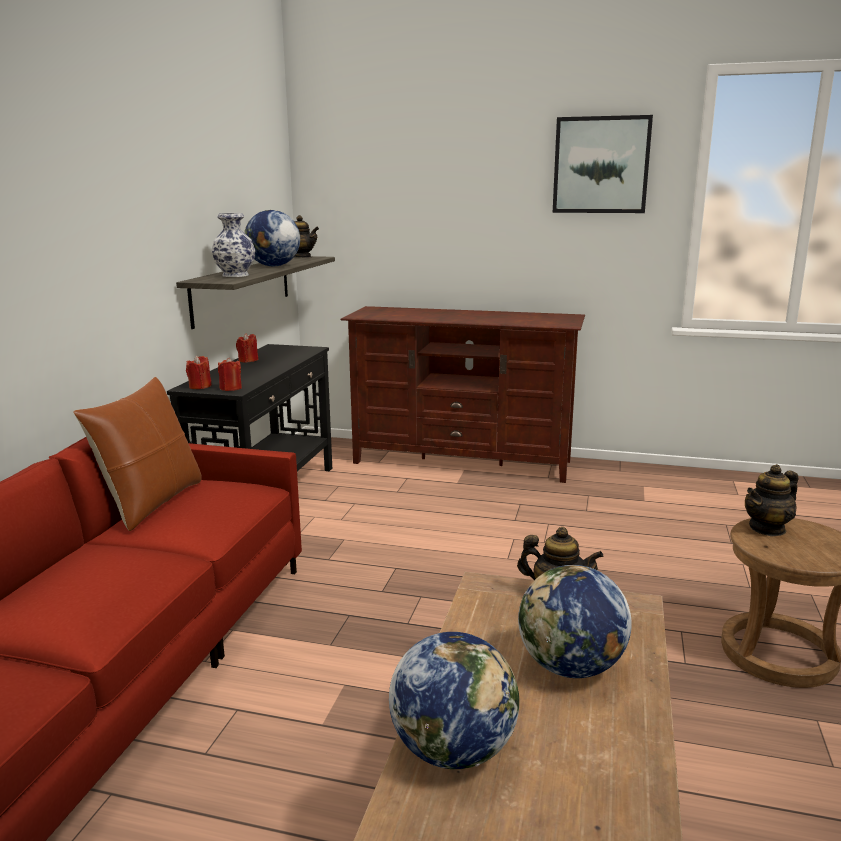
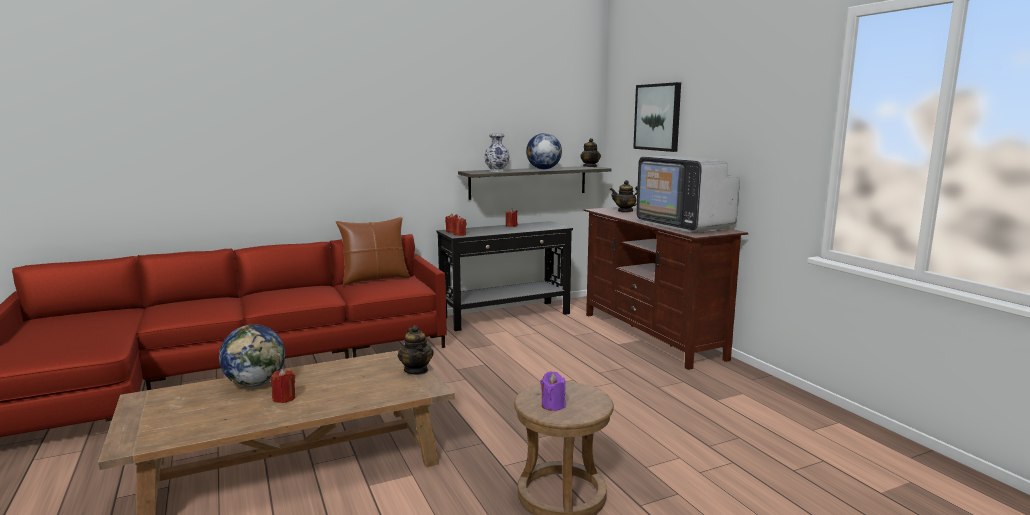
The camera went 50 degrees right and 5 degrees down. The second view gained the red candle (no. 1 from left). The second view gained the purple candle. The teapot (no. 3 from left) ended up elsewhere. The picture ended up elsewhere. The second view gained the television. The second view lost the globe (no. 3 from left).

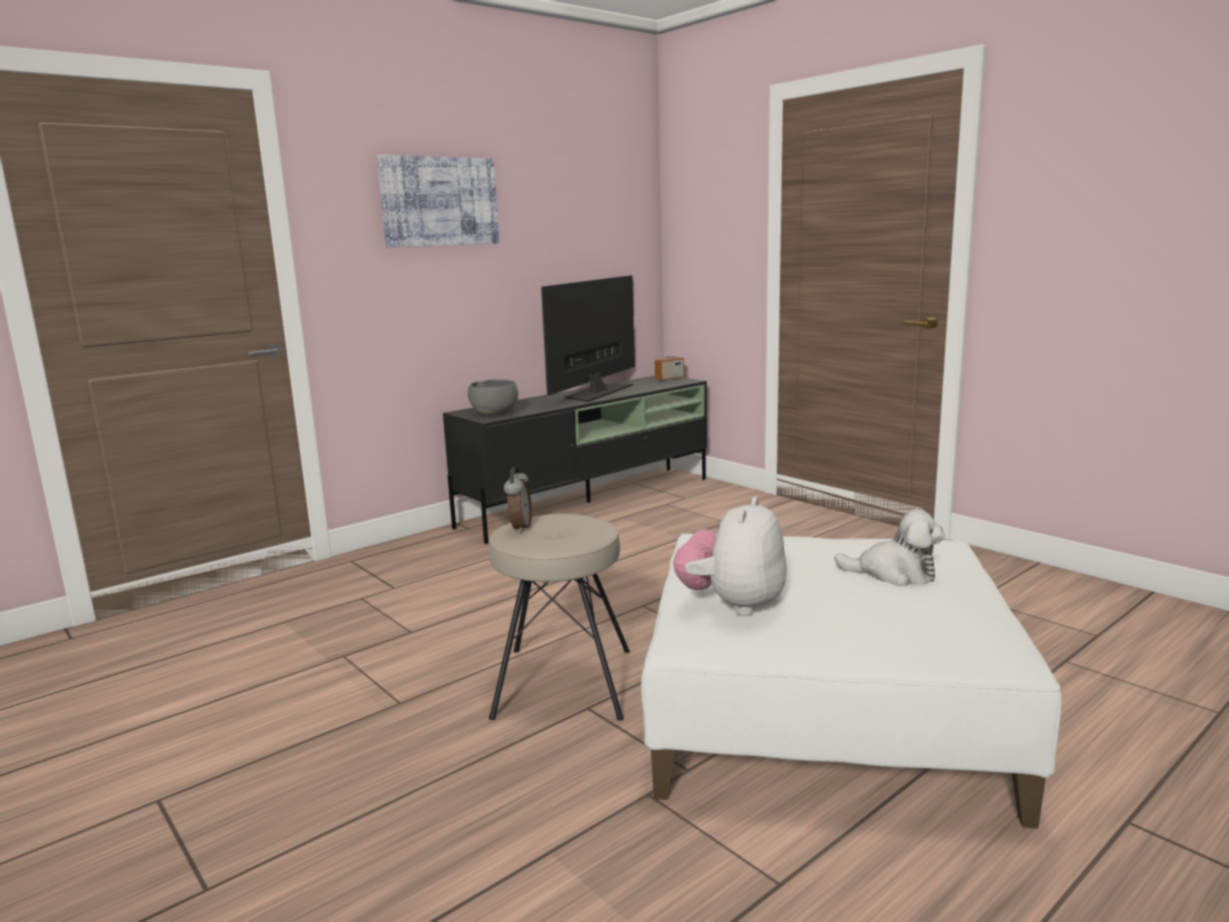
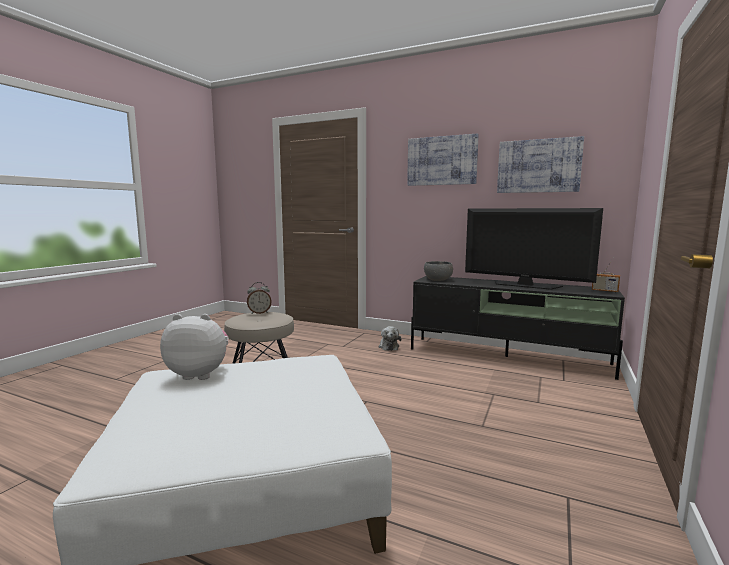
The camera went 65 degrees right and 5 degrees down. The plush toy (no. 2 from left) ended up elsewhere. The television ended up facing another way, 150 degrees counterclockwise from before. The second view gained the picture (no. 2 from left).

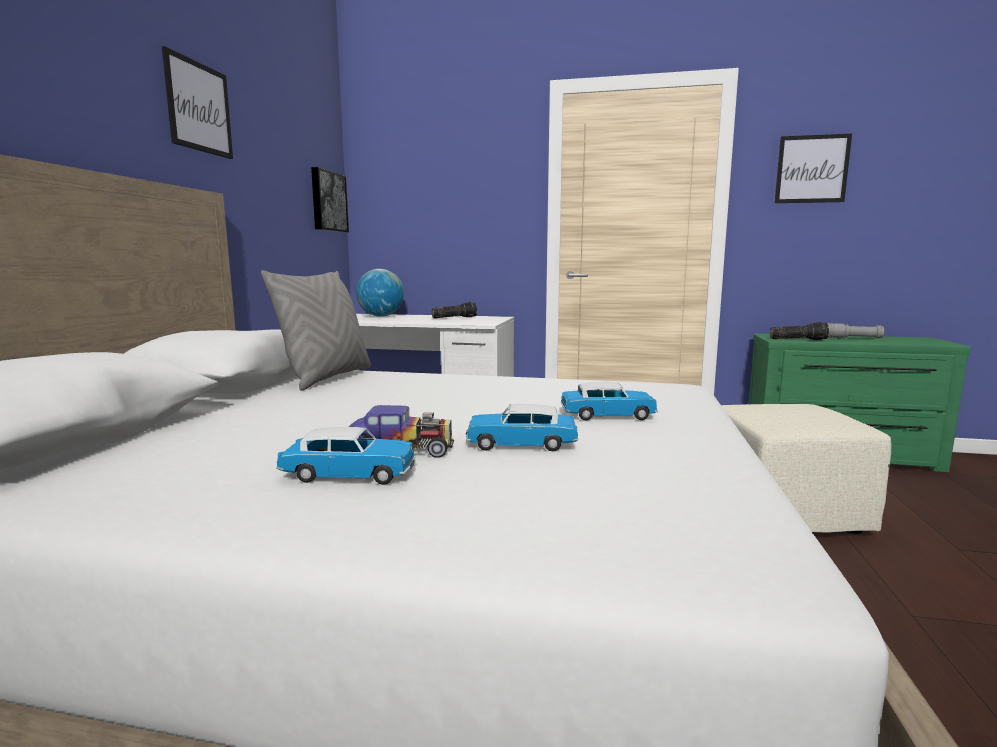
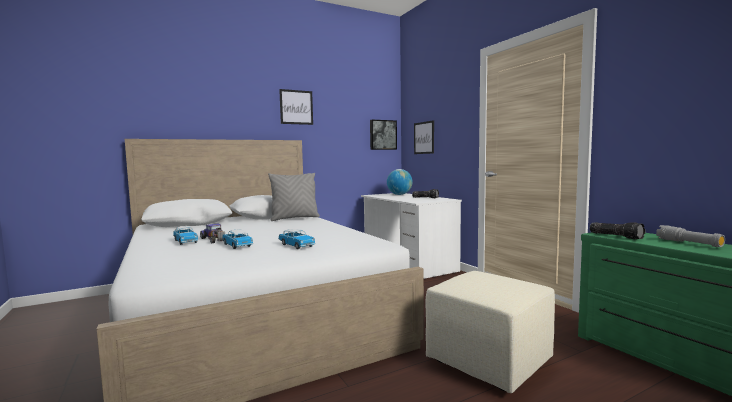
The camera went 50 degrees right and 5 degrees down. The picture (no. 3 from left) ended up elsewhere.

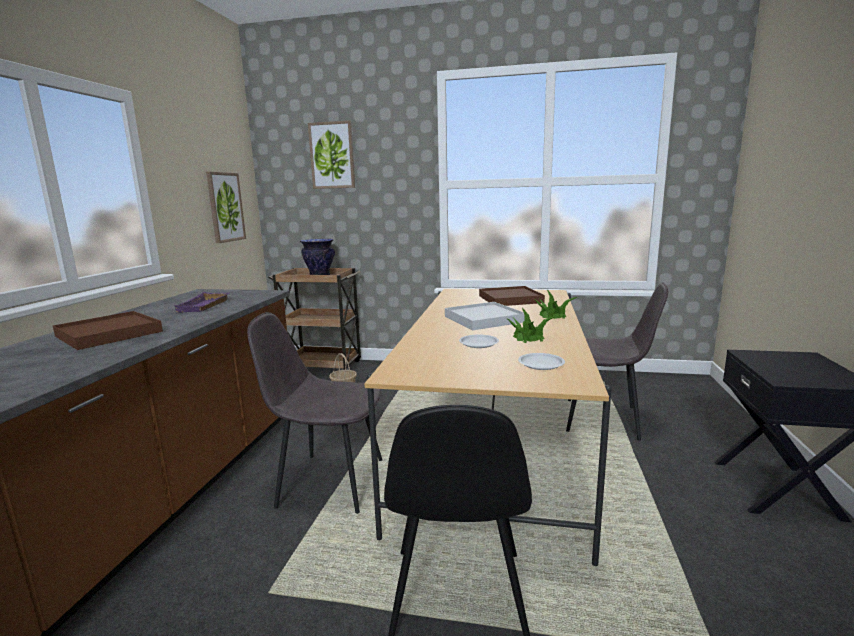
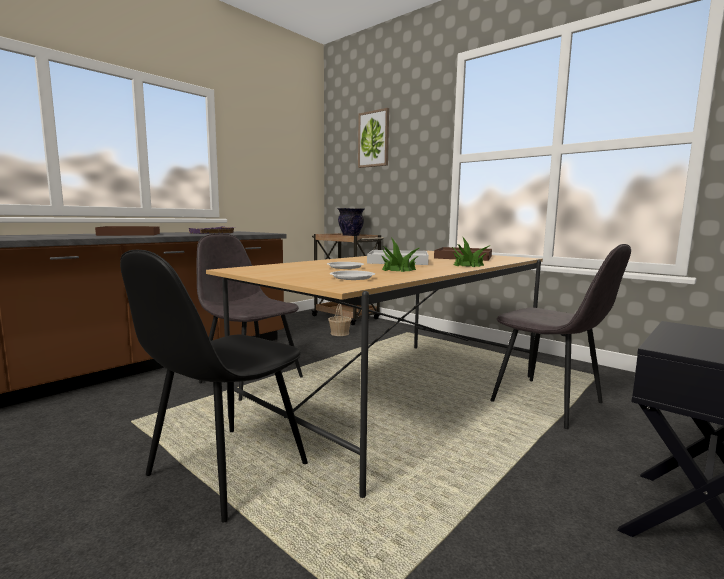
The camera went 30 degrees right and 5 degrees down. The second view lost the picture (no. 1 from left).

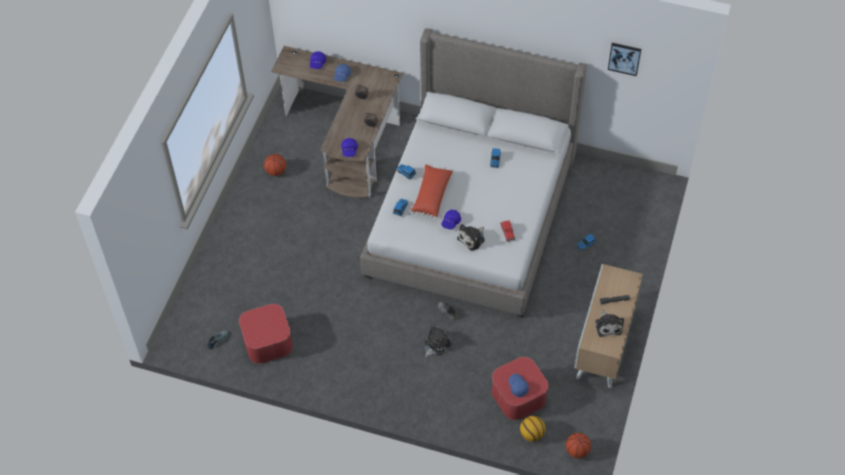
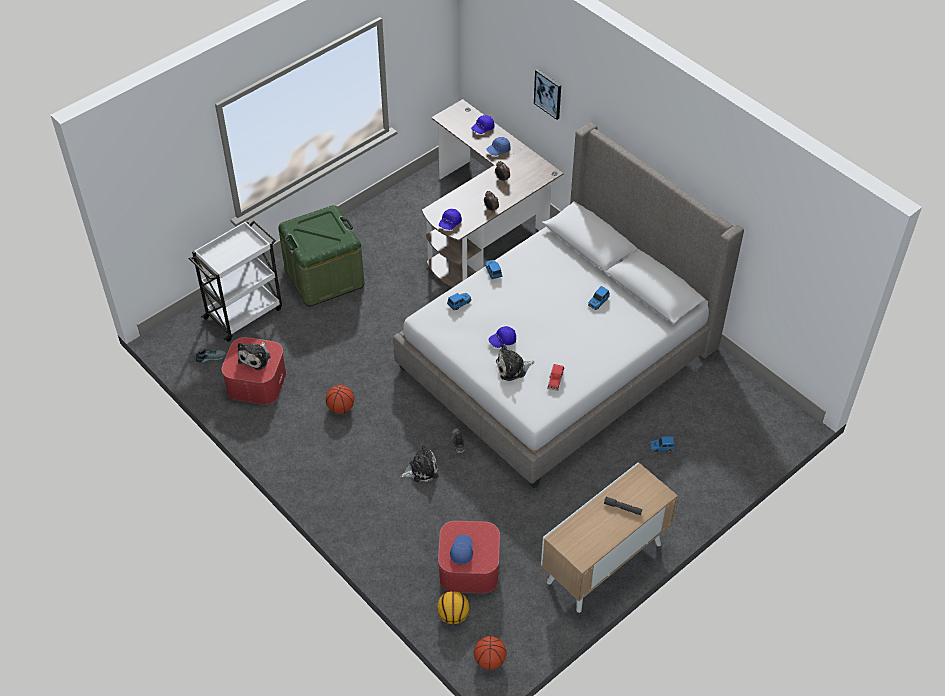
The camera went 30 degrees right and 5 degrees down. The second view gained the white cart. The plush toy (no. 3 from left in the first image) ended up elsewhere. The second view gained the green storage box. The basketball (no. 1 from left) ended up elsewhere. The picture ended up elsewhere. The second view lost the red pillow.

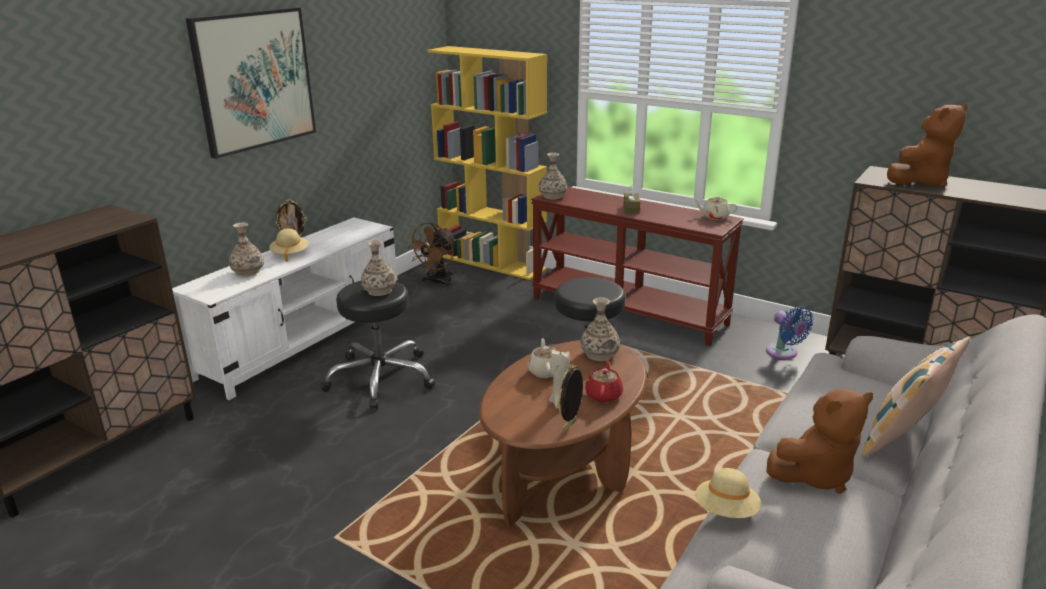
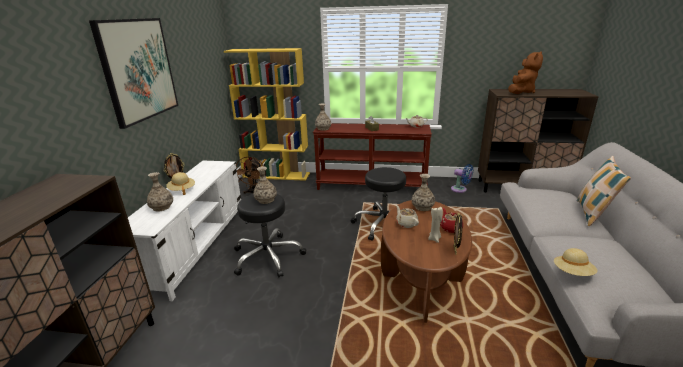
The camera went 25 degrees left and 0 degrees up. The second view lost the brown plush toy (no. 1 from left).

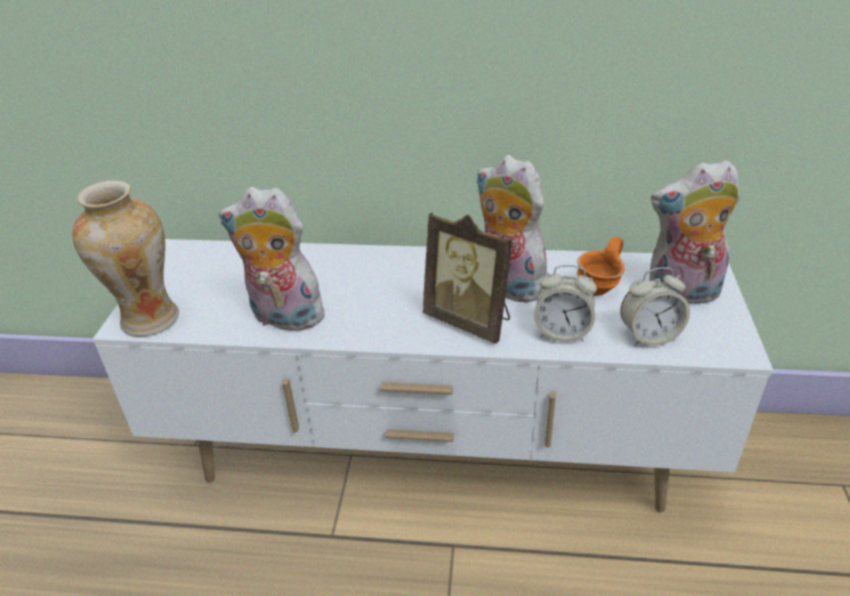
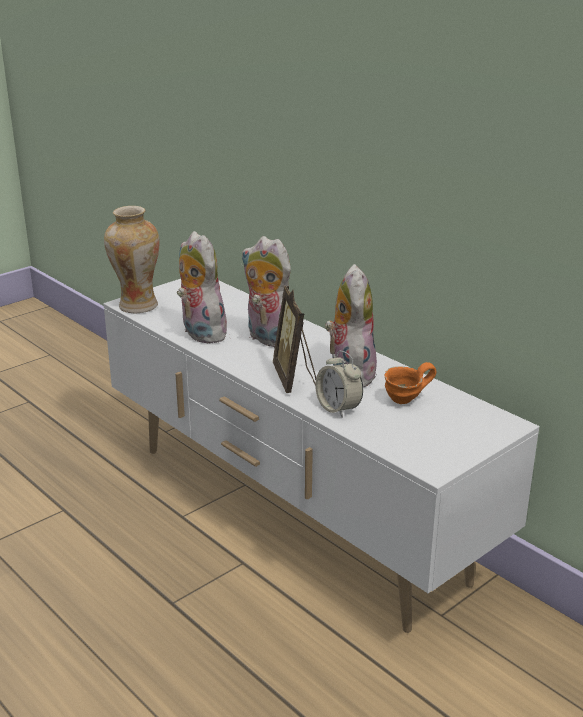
The camera went 40 degrees right and 10 degrees down. The plush toy (no. 3 from left in the first image) ended up elsewhere. The second view lost the alarm clock (no. 2 from left).

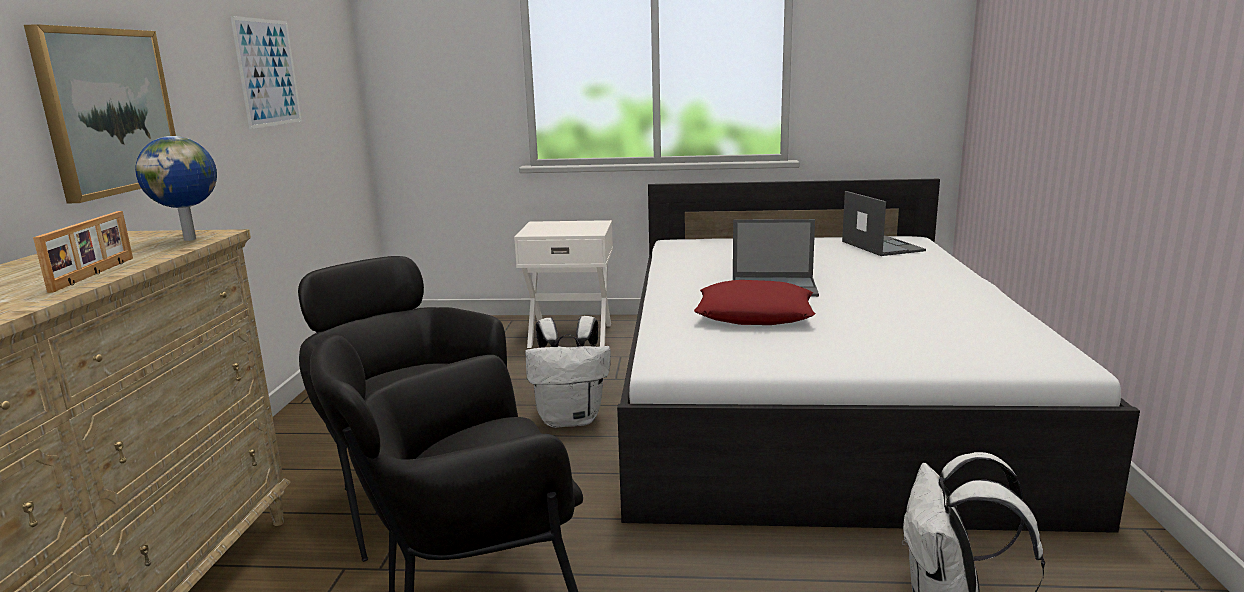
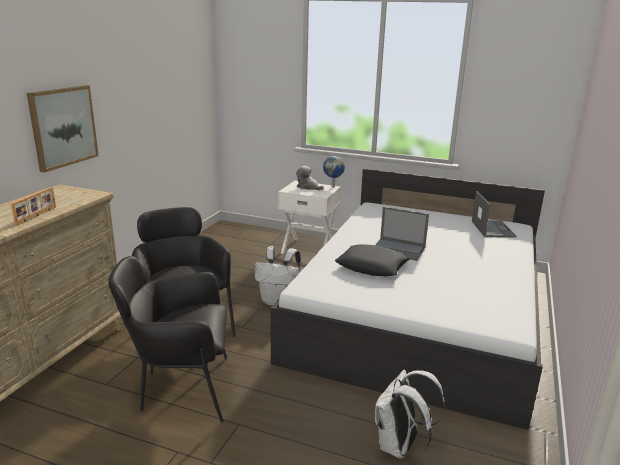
The camera went 15 degrees right and 5 degrees up. The second view gained the plush toy. The globe ended up elsewhere. What was the red pillow turned into the black pillow. The second view lost the picture (no. 2 from left).

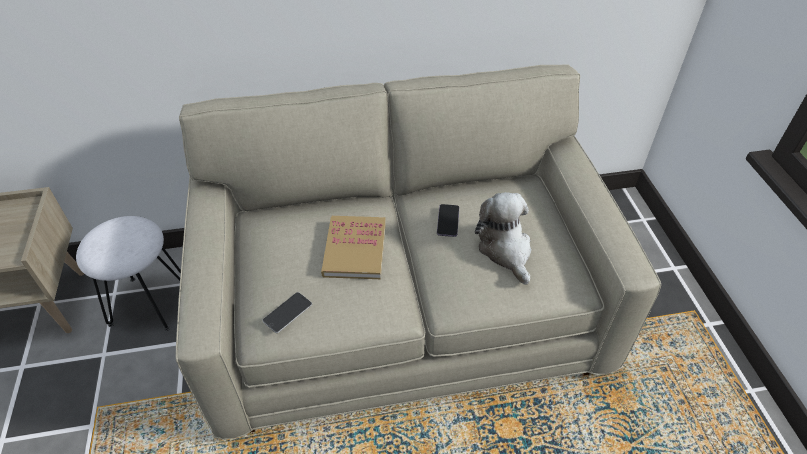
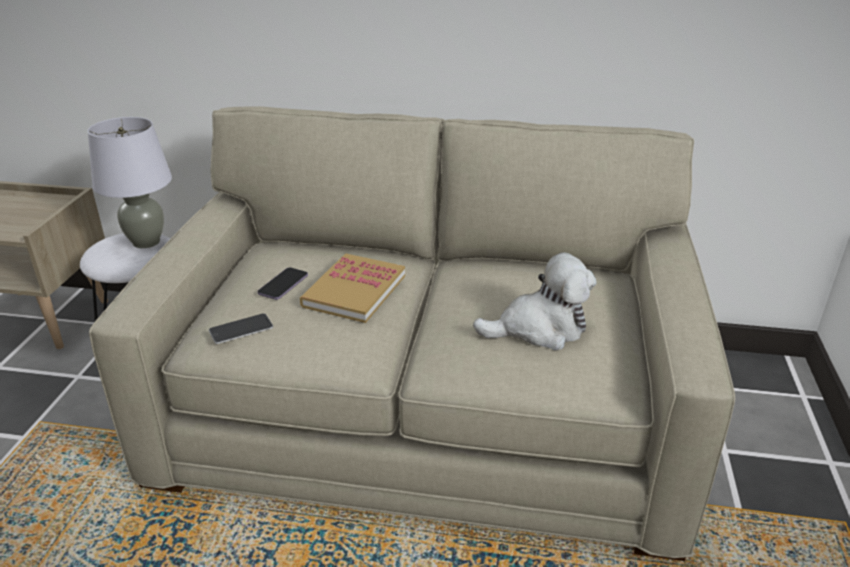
The camera went 20 degrees right and 15 degrees down. The second view gained the grey table lamp. The phone (no. 2 from left) ended up elsewhere. The plush toy ended up facing another way, 75 degrees clockwise from before.

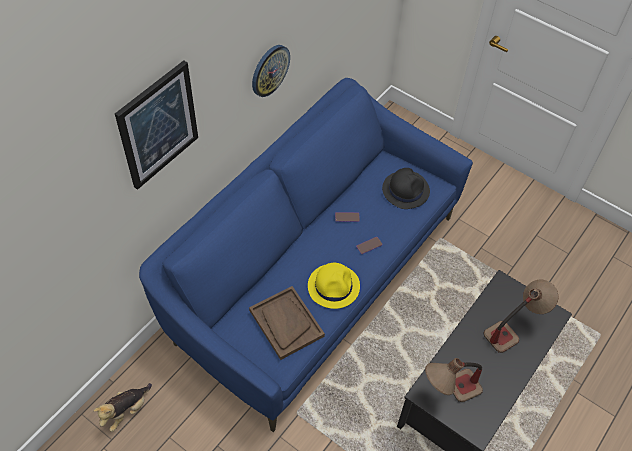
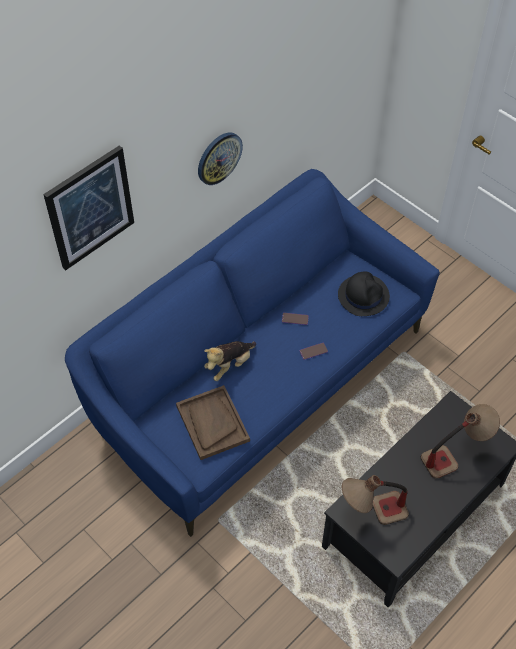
The camera went 10 degrees right and 0 degrees up. The plush toy ended up elsewhere. The second view lost the yellow hat.

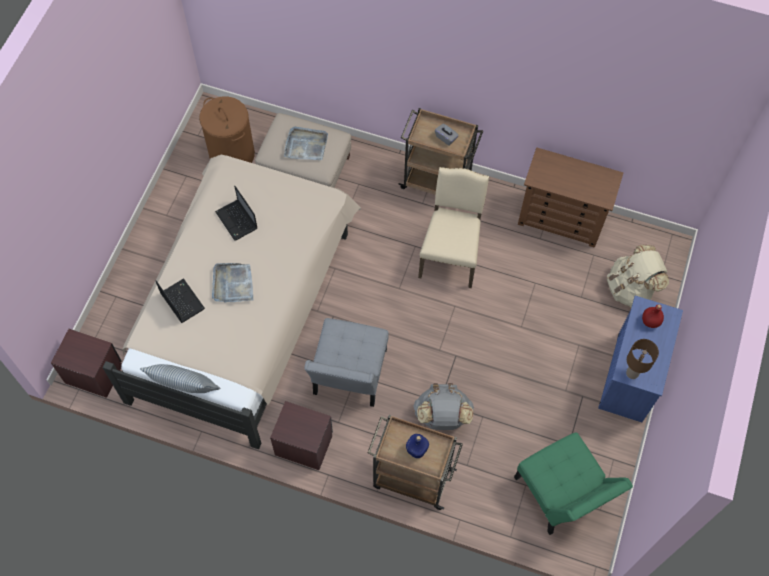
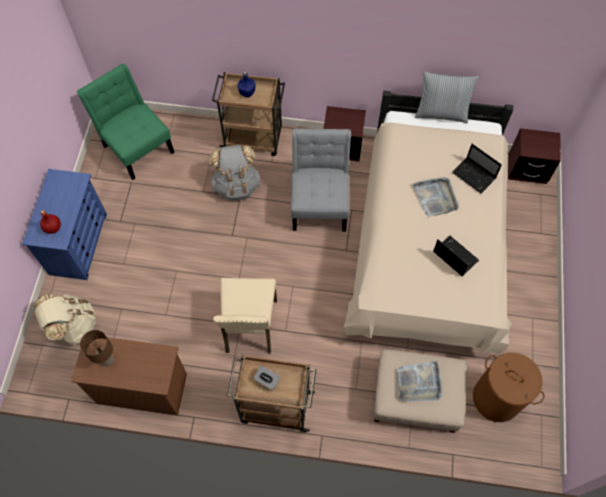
The camera went 170 degrees right and 0 degrees up. The brown table lamp ended up elsewhere.

